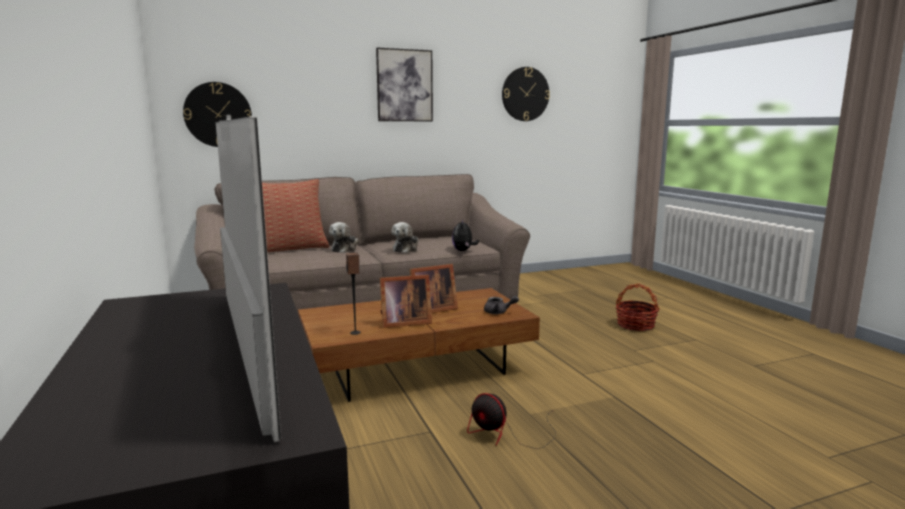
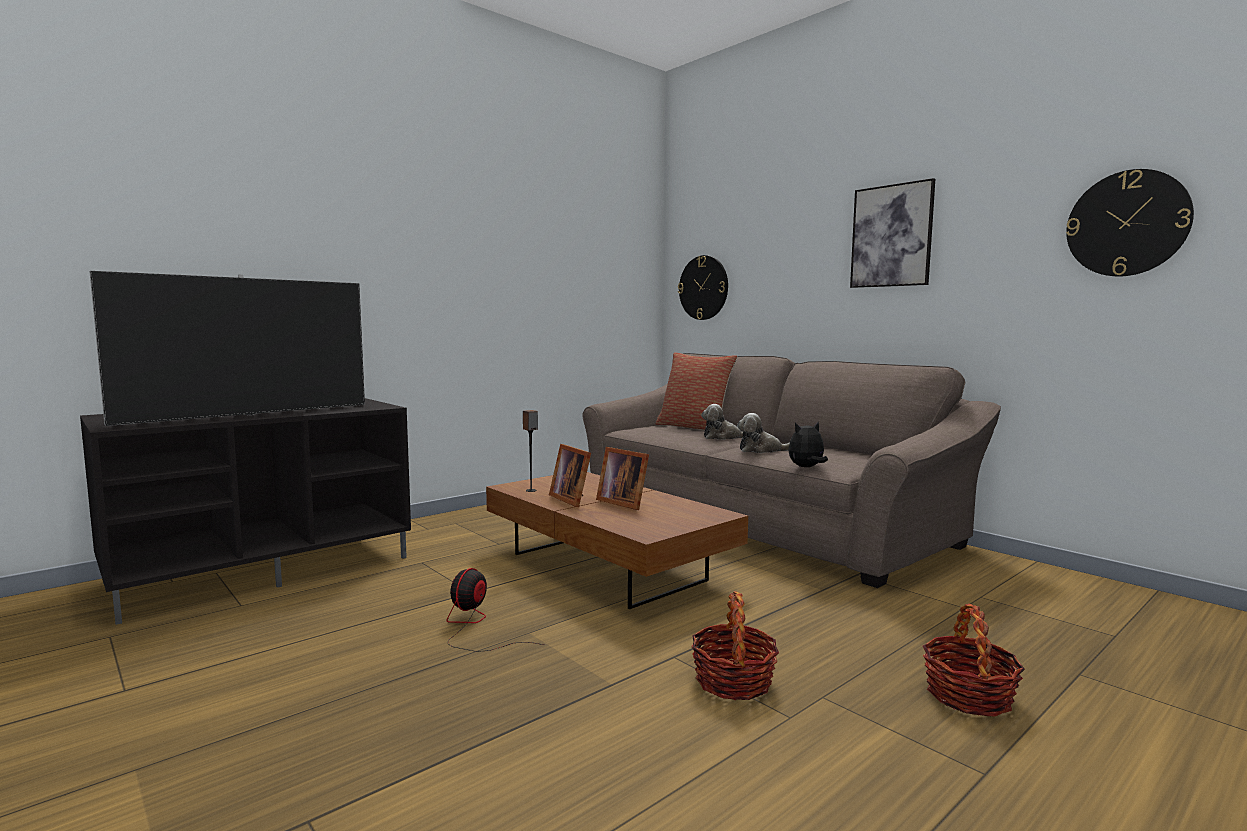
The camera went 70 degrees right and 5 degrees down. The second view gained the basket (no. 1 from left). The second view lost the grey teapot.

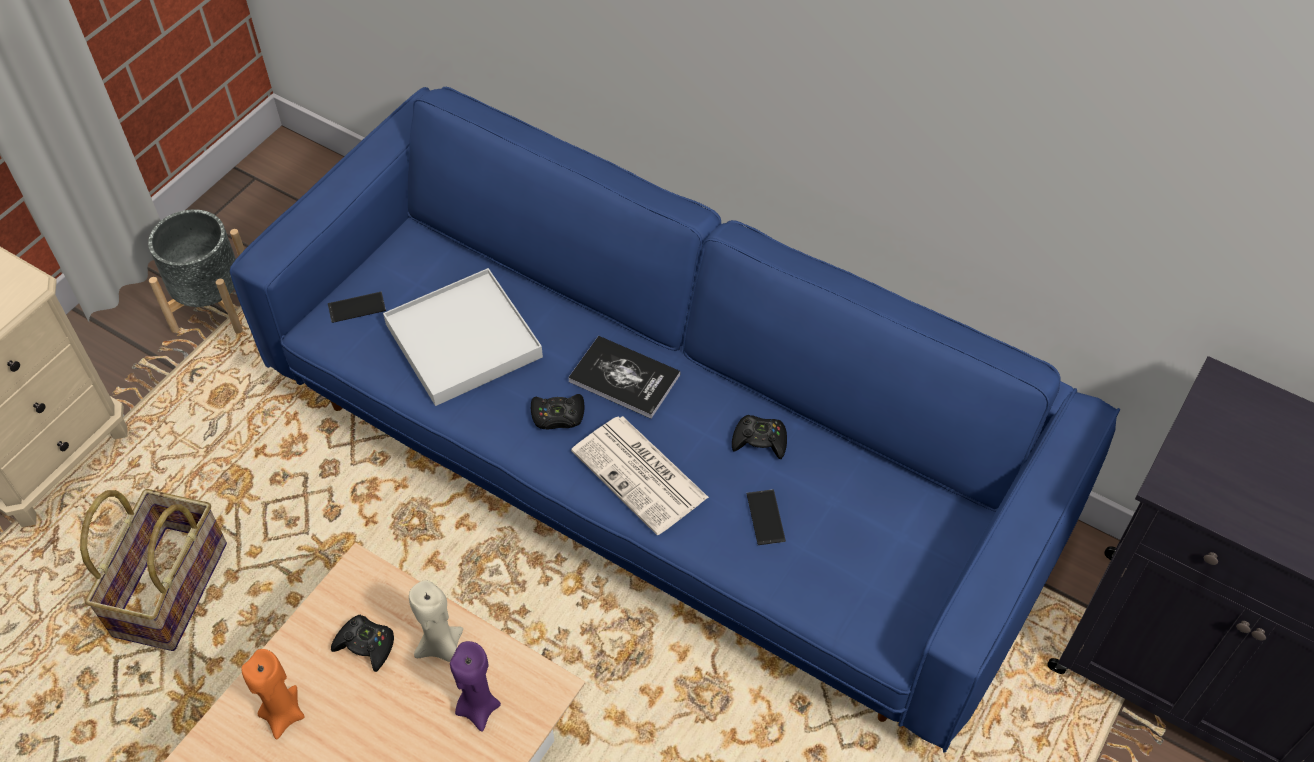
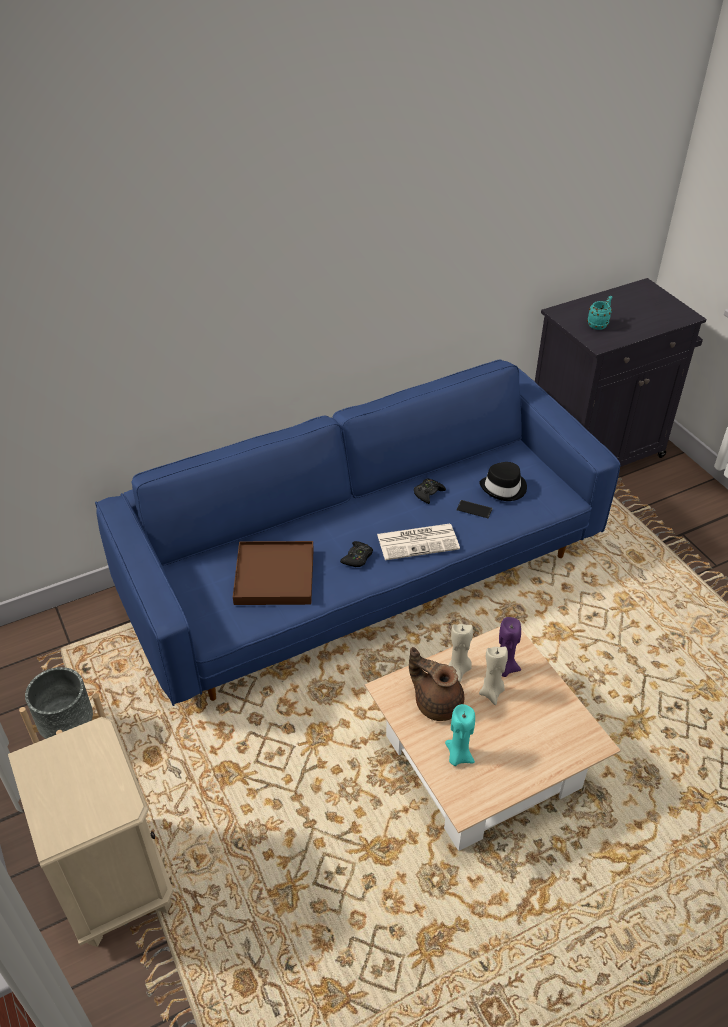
The camera went 60 degrees left and 10 degrees down. What was the white tray turned into the brown tray. Where the black game controller (no. 1 from left) stood, the brown teapot came to stand. What was the orange candle turned into the turquoise candle. The second view gained the black hat. The second view gained the beige candle (no. 2 from left). The second view gained the turquoise mug. The second view lost the basket. The second view lost the phone (no. 1 from left). The second view lost the book.

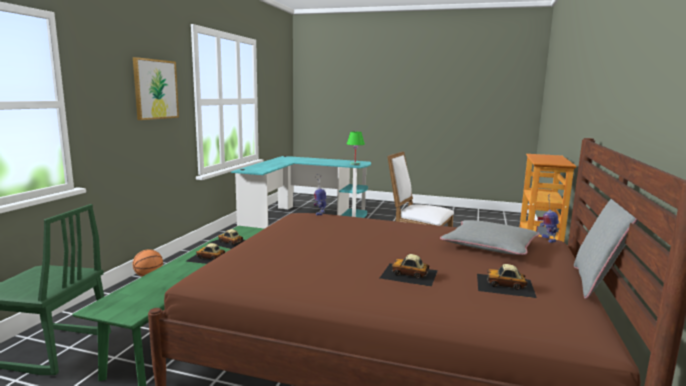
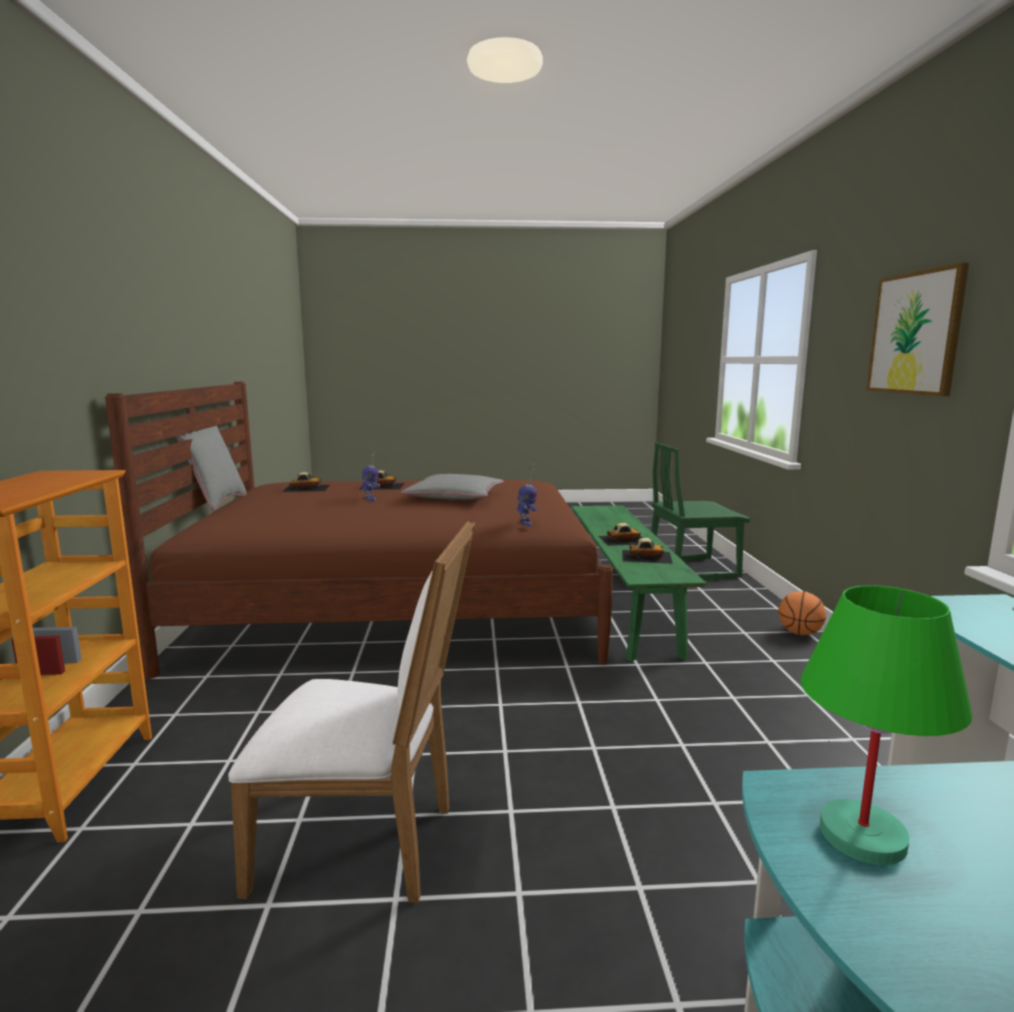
The camera went 160 degrees right and 0 degrees up. The toy robot (no. 2 from left in the first image) ended up elsewhere. The grey pillow (no. 1 from left in the first image) ended up elsewhere.

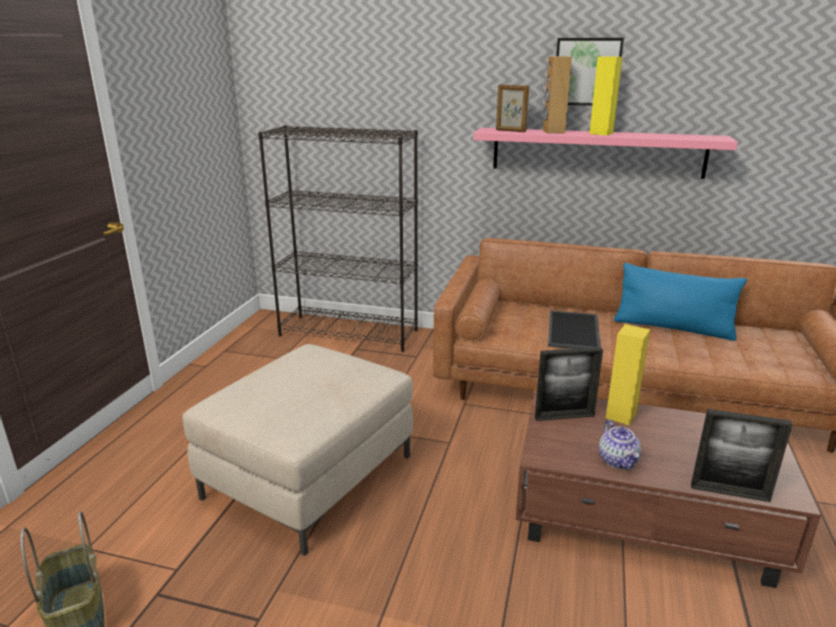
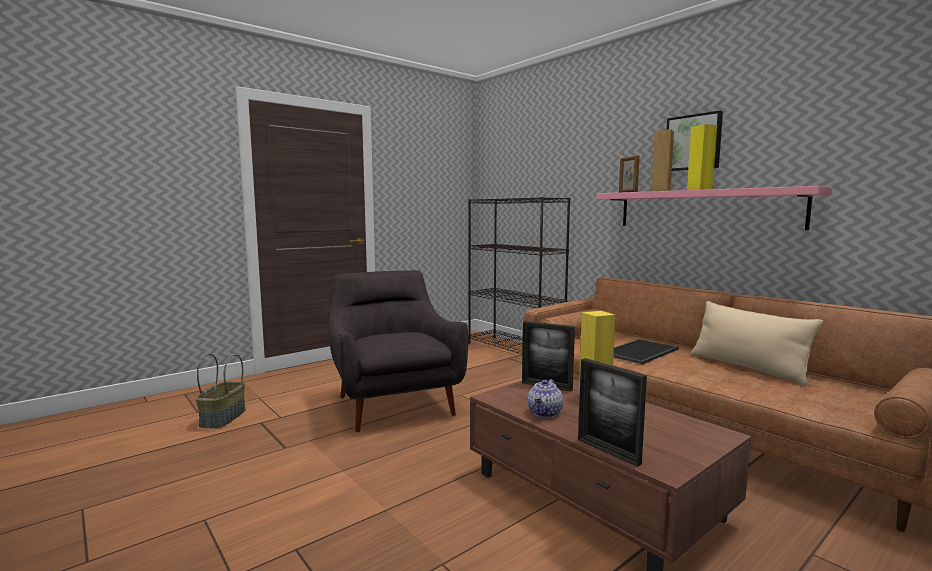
The camera went 35 degrees right and 15 degrees down. Where the beige ottoman stood, the grey armchair came to stand. What was the blue pillow turned into the beige pillow.

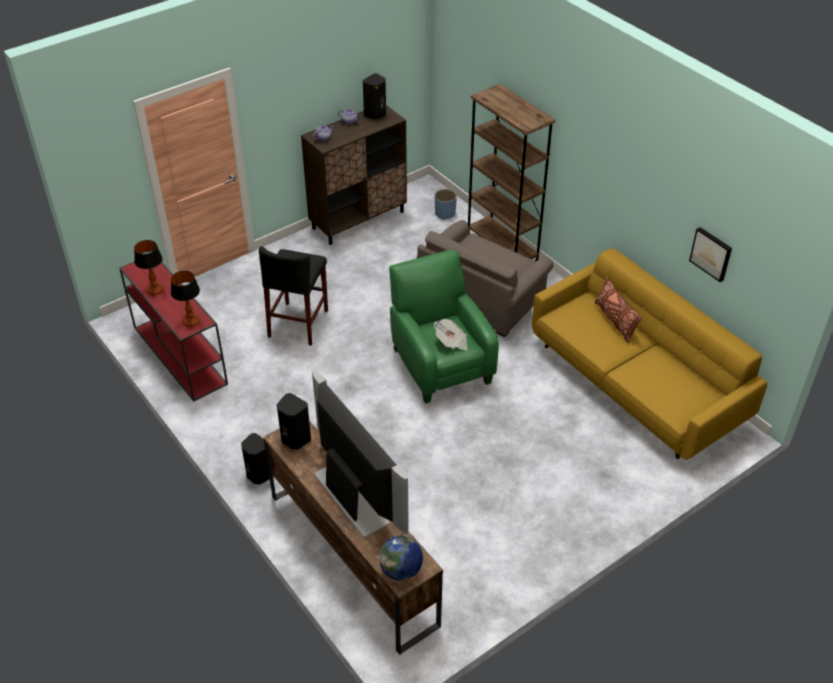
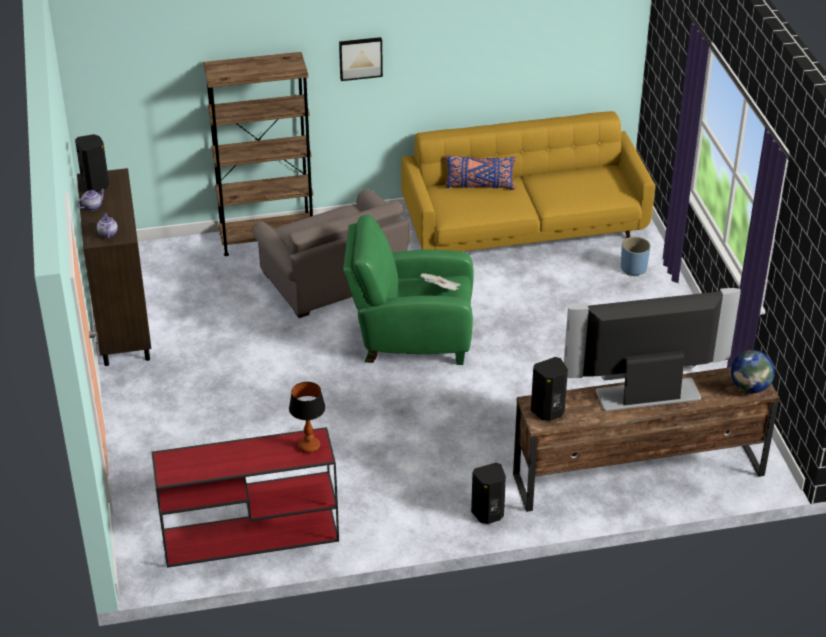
The camera went 65 degrees left and 5 degrees down. The picture ended up elsewhere. What was the brown pillow turned into the blue pillow. The blue planter ended up elsewhere. The second view lost the table lamp (no. 1 from left). The second view lost the black stool.

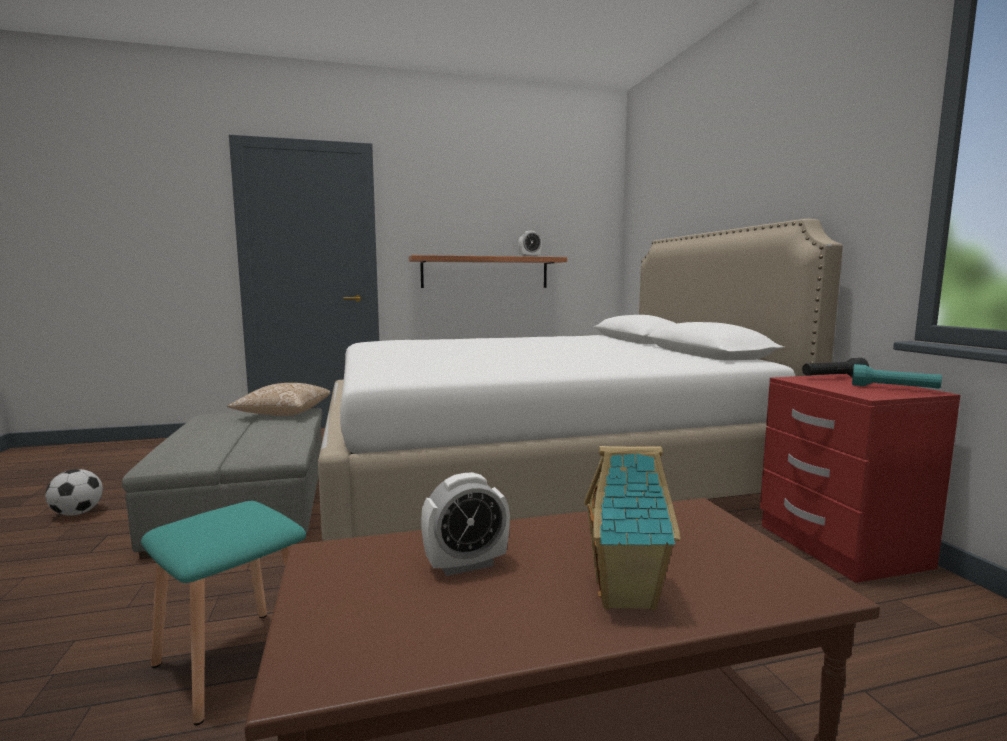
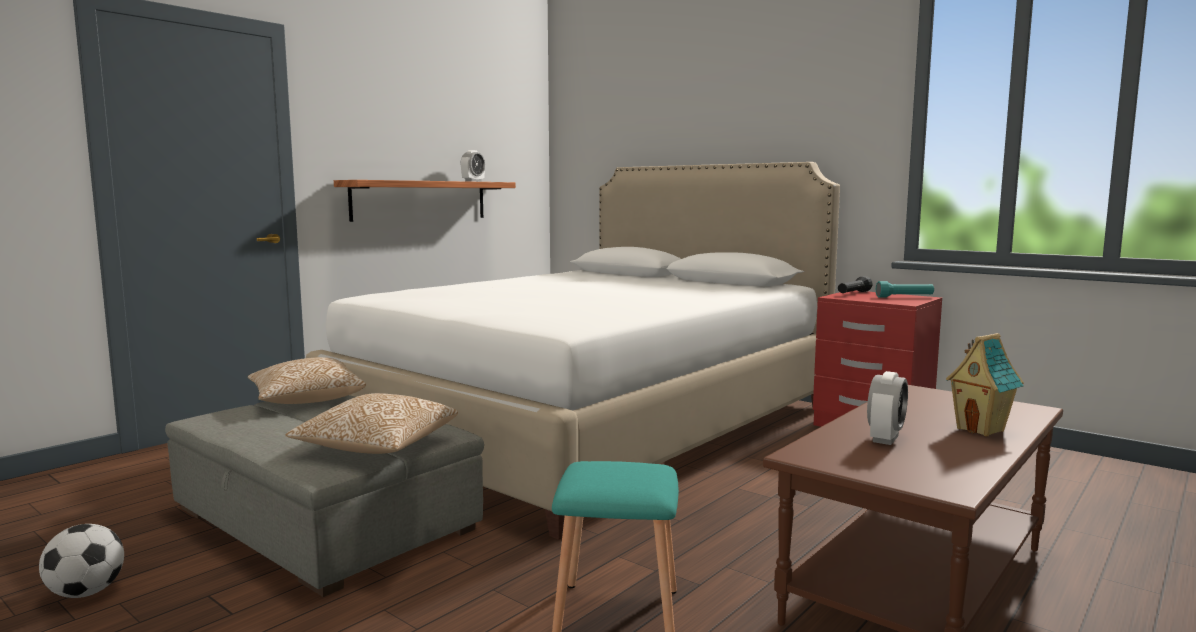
The camera went 35 degrees left and 0 degrees up. The second view gained the pillow (no. 2 from left).

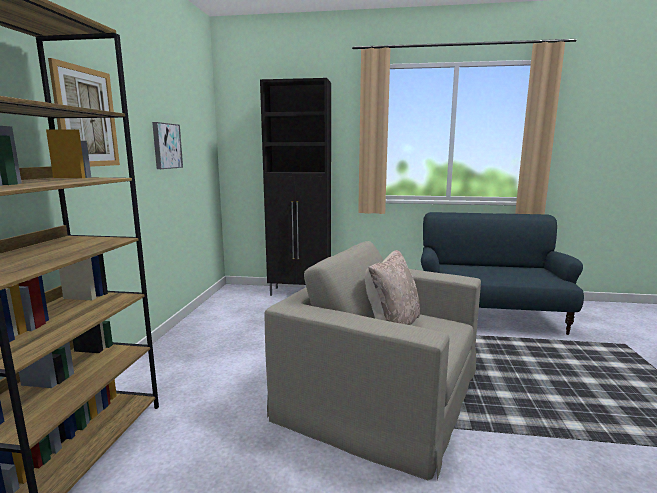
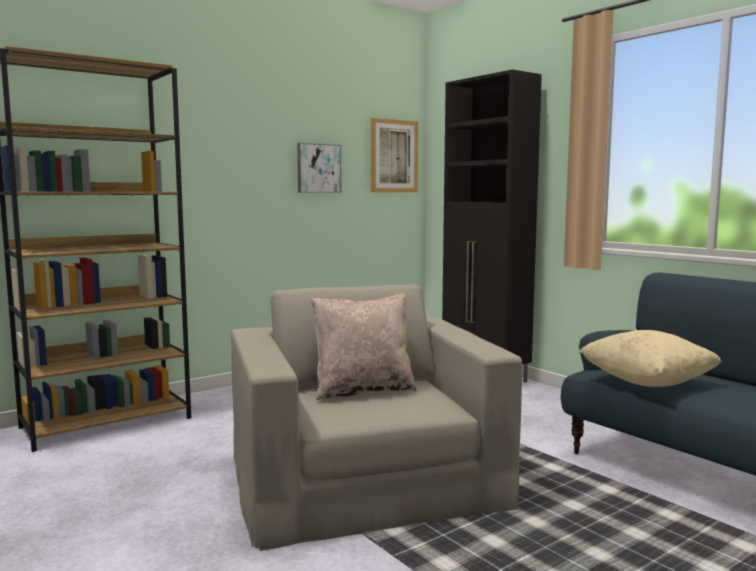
The camera went 45 degrees right and 5 degrees down. The picture (no. 1 from left in the first image) ended up elsewhere. The second view gained the beige pillow (no. 2 from left).

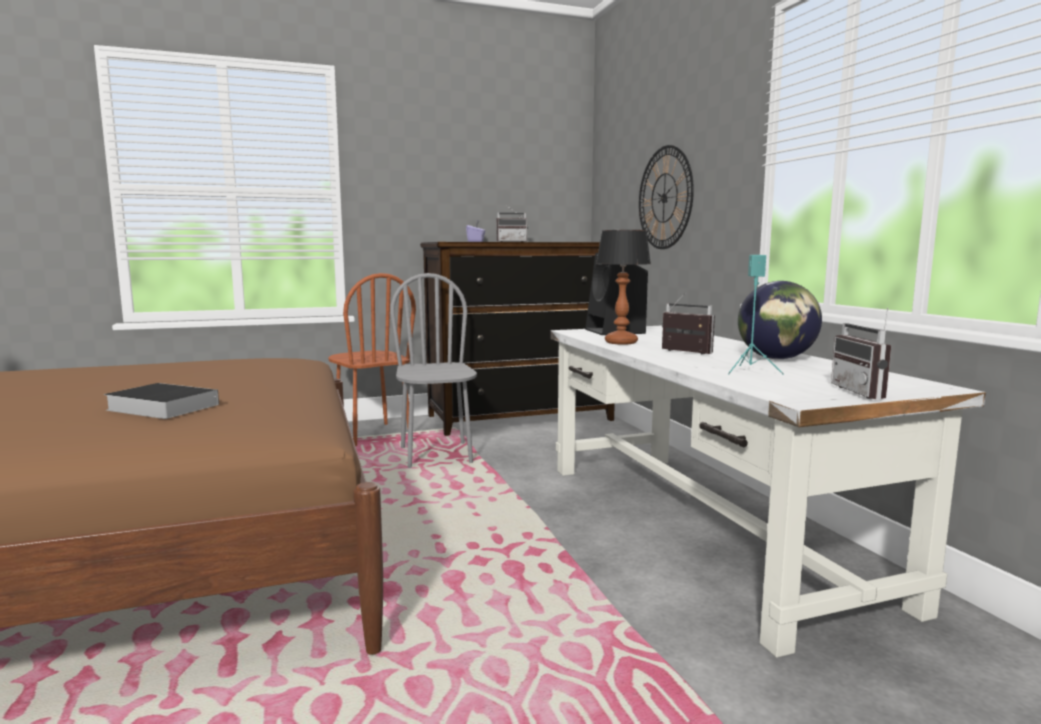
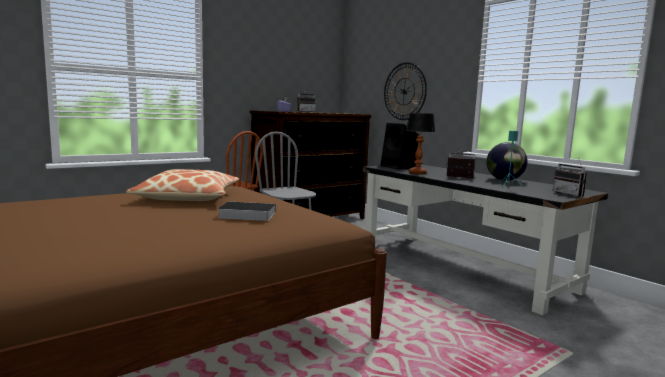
The camera went 20 degrees left and 0 degrees up. The second view gained the pillow. What was the white desk turned into the black desk.

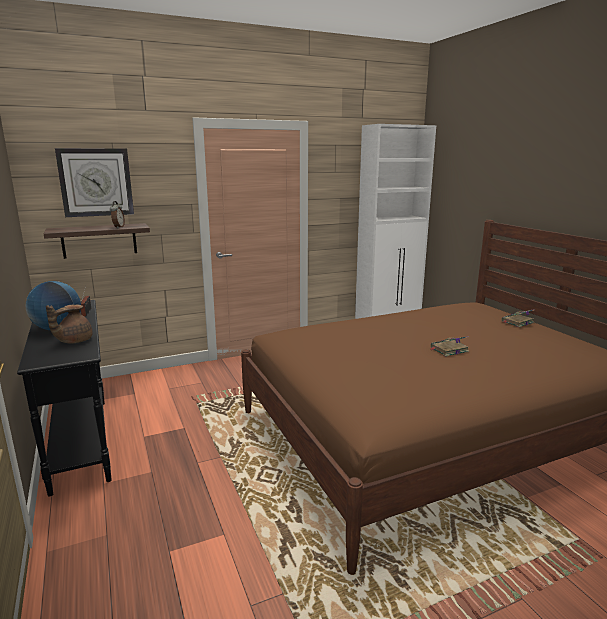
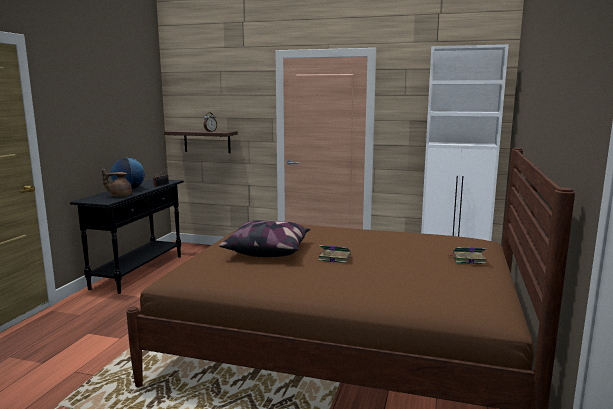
The camera went 40 degrees right and 5 degrees down. The second view gained the pillow. The second view lost the wall clock.

